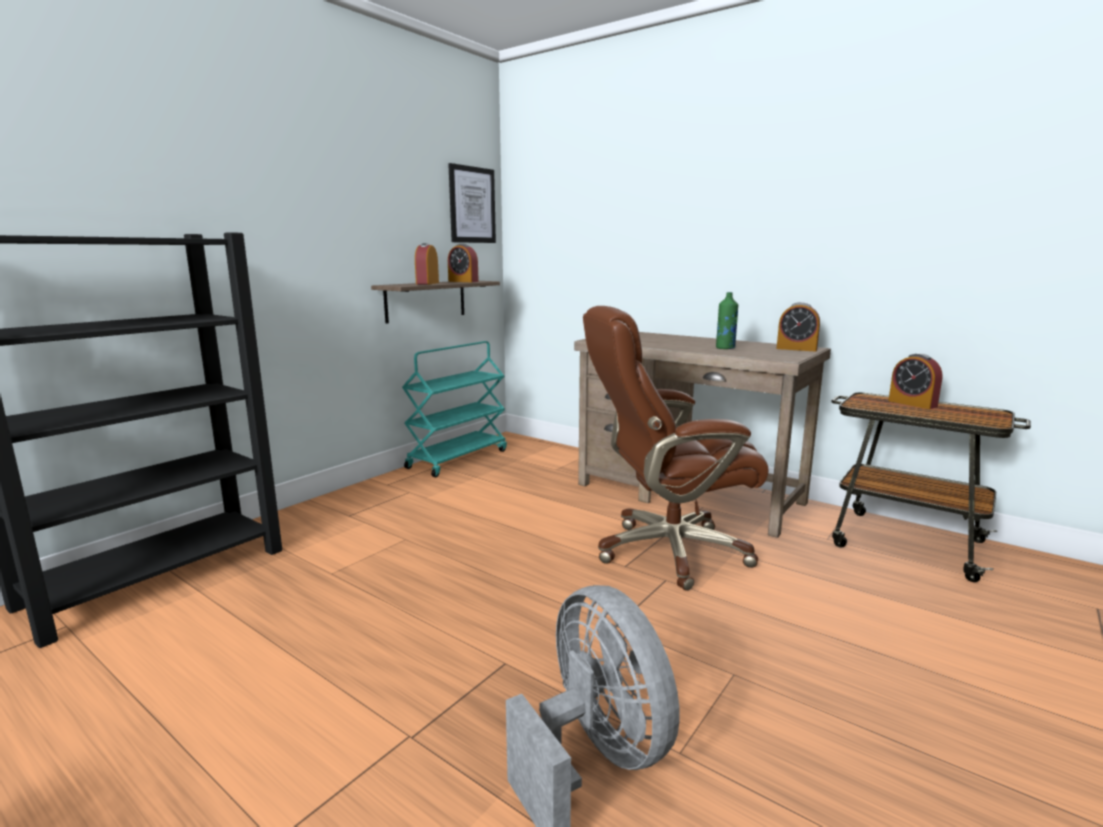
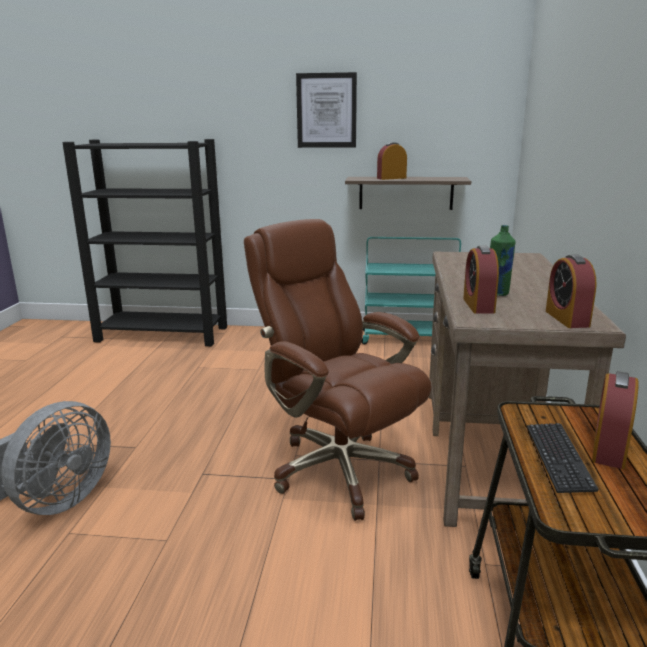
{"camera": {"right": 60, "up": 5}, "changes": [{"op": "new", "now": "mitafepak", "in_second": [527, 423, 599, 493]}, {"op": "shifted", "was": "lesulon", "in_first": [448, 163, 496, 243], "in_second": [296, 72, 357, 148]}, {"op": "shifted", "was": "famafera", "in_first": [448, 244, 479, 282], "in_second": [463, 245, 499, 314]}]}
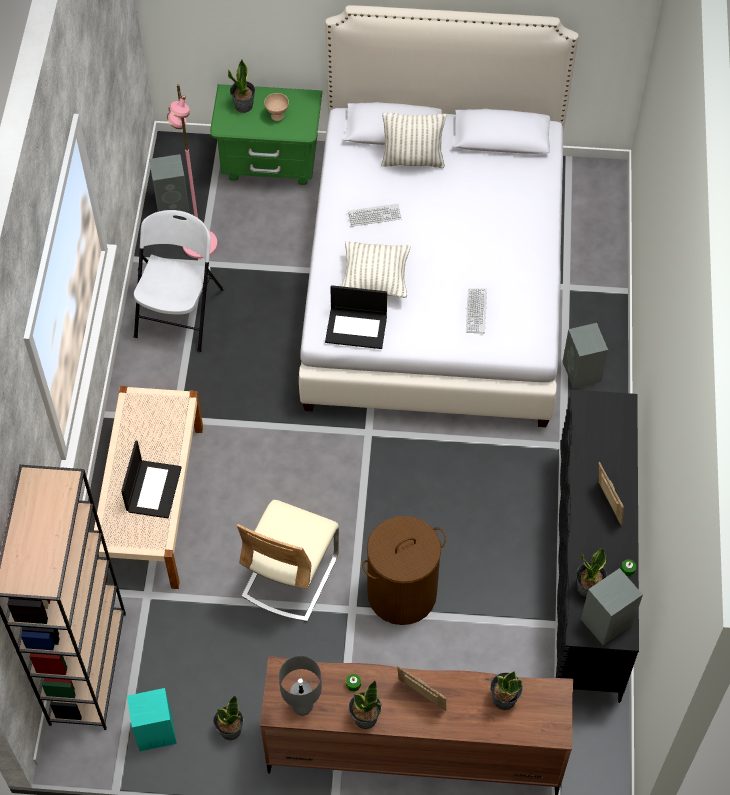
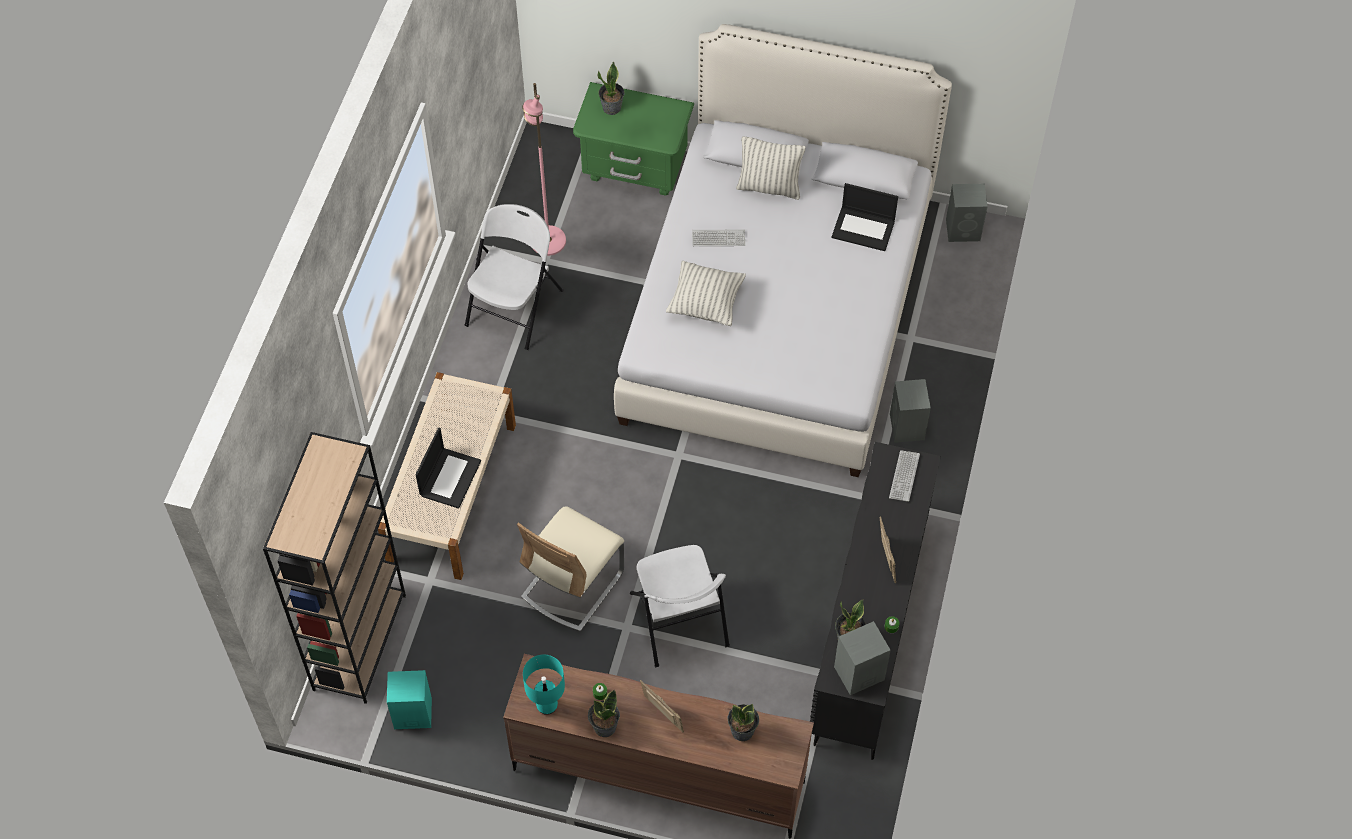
{"camera": {"right": 10, "up": 0}, "changes": [{"op": "gone", "was": "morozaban", "in_first": [213, 695, 244, 740]}, {"op": "gone", "was": "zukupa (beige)", "in_first": [264, 93, 289, 121]}, {"op": "shifted", "was": "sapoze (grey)", "in_first": [149, 154, 189, 212], "in_second": [946, 184, 988, 242]}, {"op": "shifted", "was": "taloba", "in_first": [325, 285, 387, 349], "in_second": [832, 183, 898, 251]}, {"op": "shifted", "was": "mitafepak", "in_first": [466, 289, 487, 333], "in_second": [889, 450, 920, 502]}, {"op": "swapped", "was": "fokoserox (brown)", "now": "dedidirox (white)", "in_first": [362, 516, 446, 625], "in_second": [630, 545, 730, 668]}, {"op": "repainted", "was": "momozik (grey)", "now": "momozik (turquoise)", "in_first": [279, 656, 322, 715], "in_second": [523, 654, 565, 715]}]}
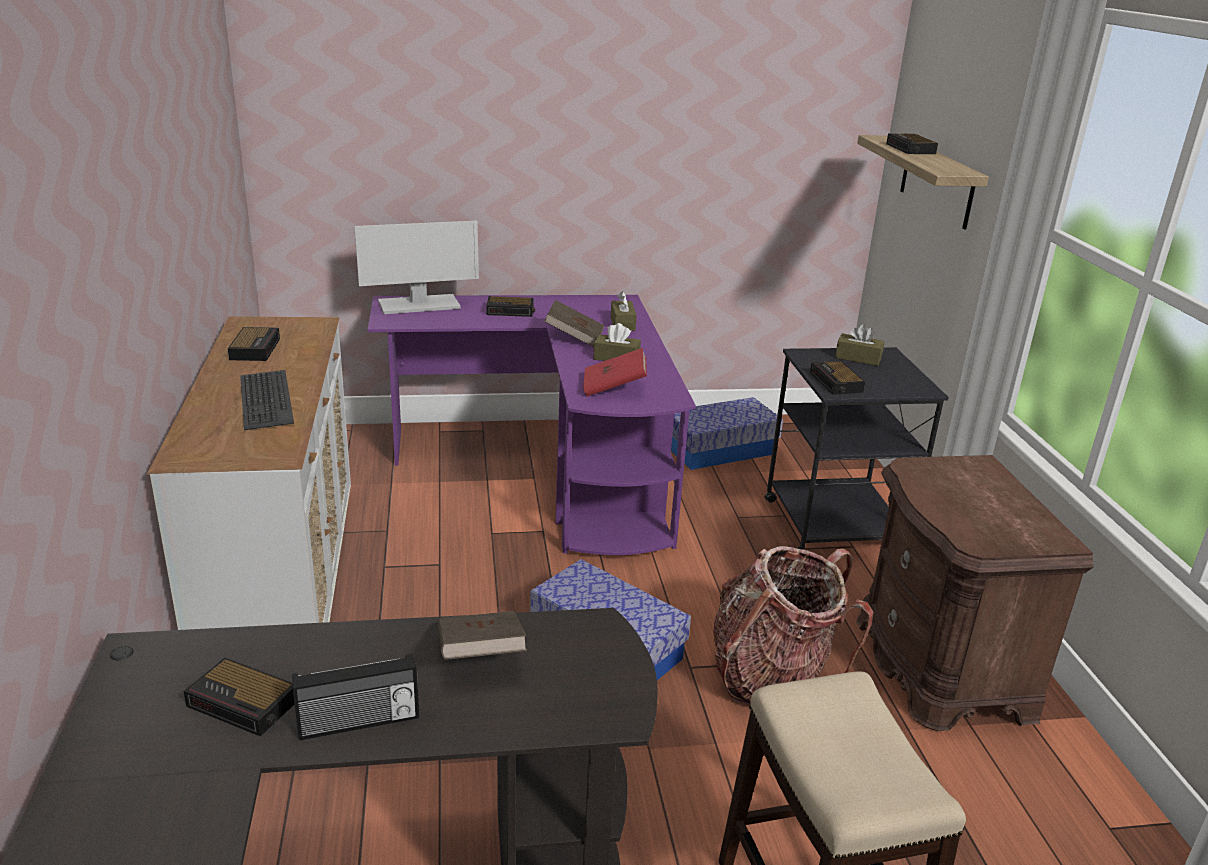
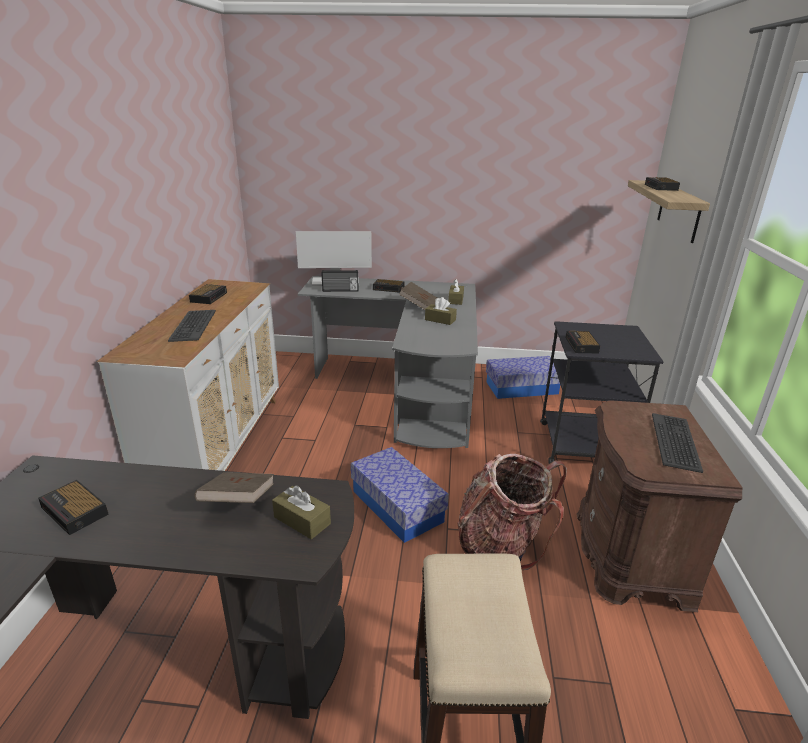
{"camera": {"right": 15, "up": 0}, "changes": [{"op": "gone", "was": "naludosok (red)", "in_first": [583, 348, 647, 396]}, {"op": "new", "now": "mitafepak", "in_second": [652, 413, 703, 473]}, {"op": "shifted", "was": "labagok", "in_first": [292, 653, 419, 741], "in_second": [322, 270, 359, 292]}, {"op": "shifted", "was": "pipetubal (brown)", "in_first": [835, 324, 885, 366], "in_second": [272, 485, 331, 539]}, {"op": "repainted", "was": "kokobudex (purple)", "now": "kokobudex (grey)", "in_first": [368, 295, 696, 555], "in_second": [298, 276, 478, 448]}]}
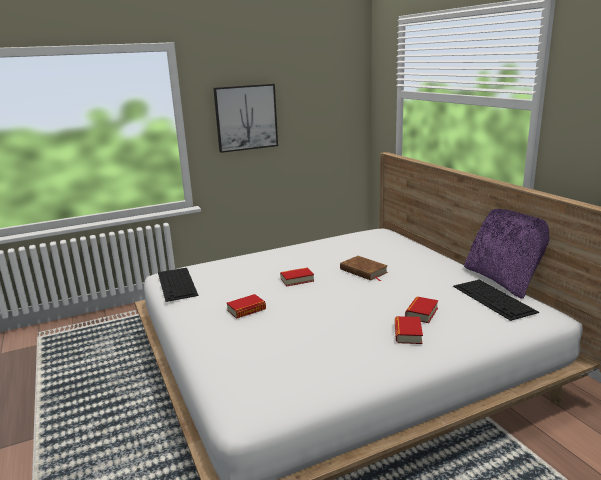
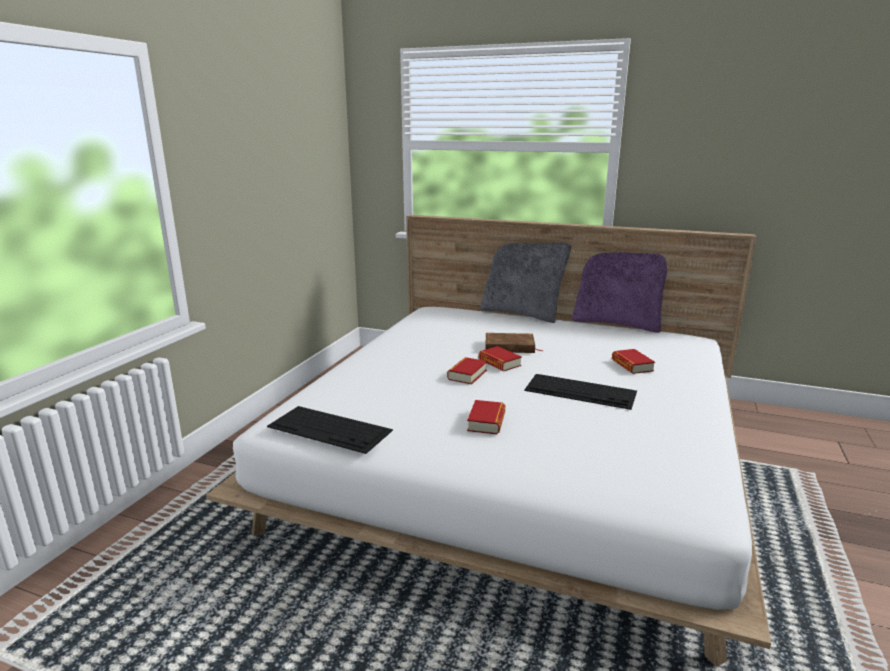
{"camera": {"right": -45, "up": 0}, "changes": [{"op": "gone", "was": "lesulon", "in_first": [213, 84, 278, 153]}, {"op": "new", "now": "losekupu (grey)", "in_second": [480, 242, 572, 323]}, {"op": "shifted", "was": "naludosok", "in_first": [395, 316, 423, 344], "in_second": [479, 346, 522, 371]}, {"op": "shifted", "was": "mitafepak", "in_first": [453, 280, 539, 321], "in_second": [524, 374, 637, 410]}]}
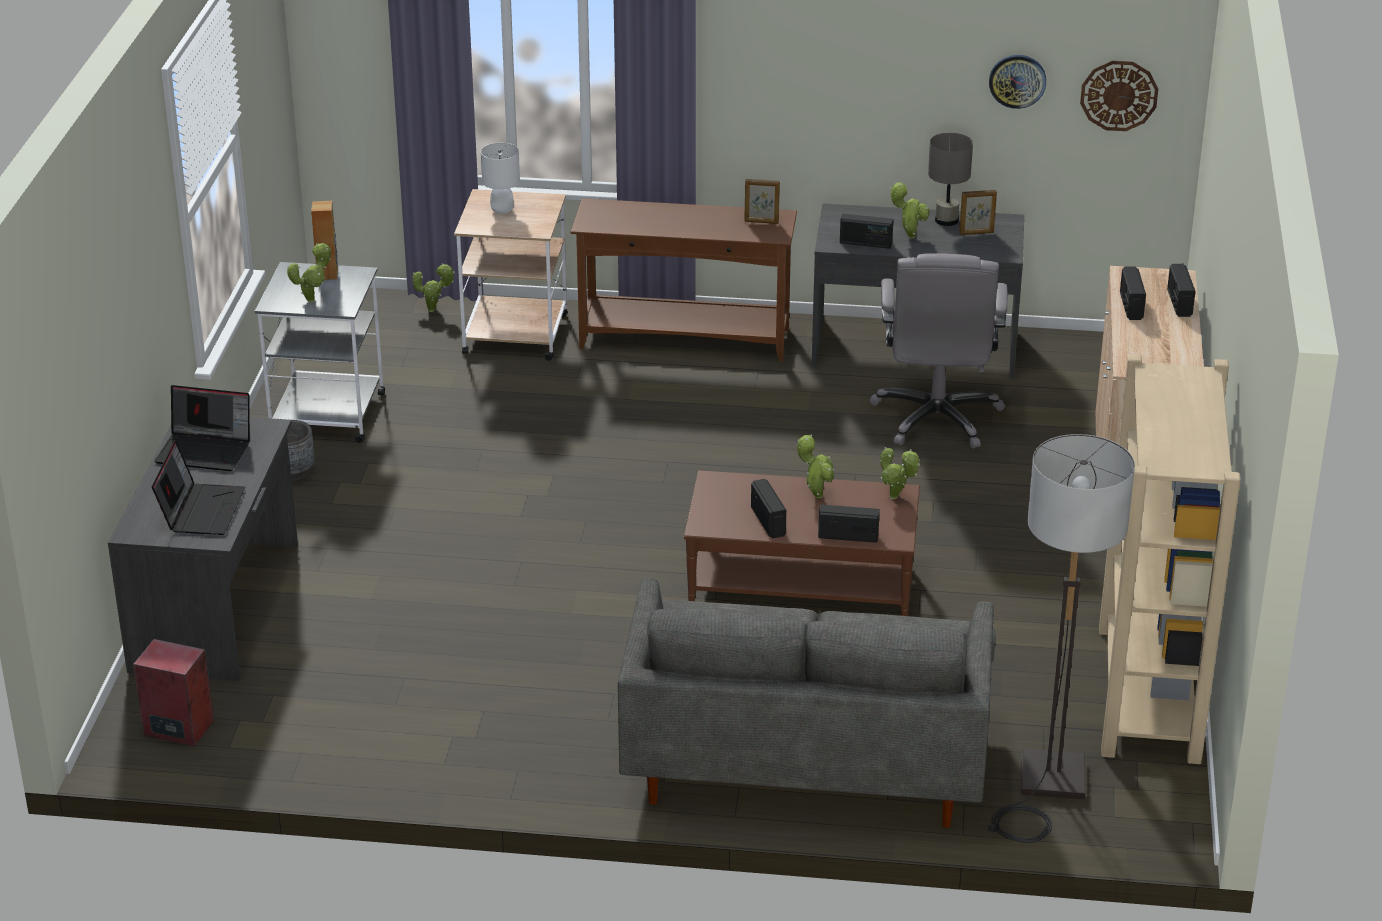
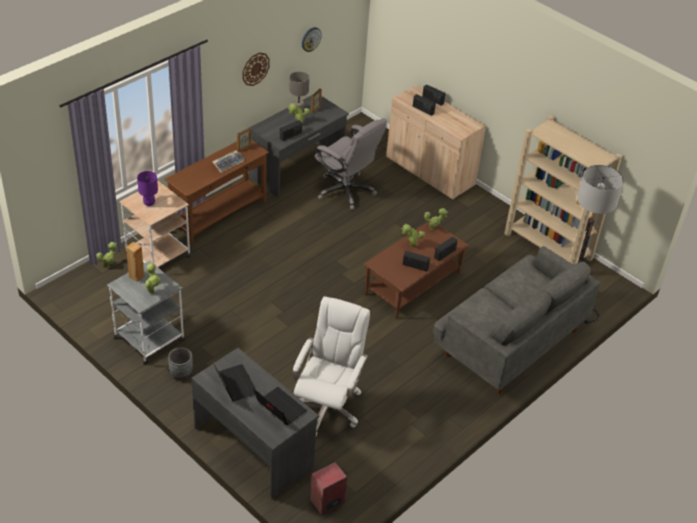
{"camera": {"right": -55, "up": 10}, "changes": [{"op": "new", "now": "mitafepak", "in_second": [212, 150, 244, 173]}, {"op": "new", "now": "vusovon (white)", "in_second": [293, 296, 370, 436]}, {"op": "shifted", "was": "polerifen", "in_first": [1080, 61, 1158, 131], "in_second": [242, 52, 270, 86]}, {"op": "repainted", "was": "momozik (white)", "now": "momozik (purple)", "in_first": [481, 143, 520, 214], "in_second": [137, 171, 158, 206]}, {"op": "rotated", "was": "taloba", "in_first": [154, 385, 250, 471], "in_second": [210, 357, 256, 401], "clockwise": -75}]}
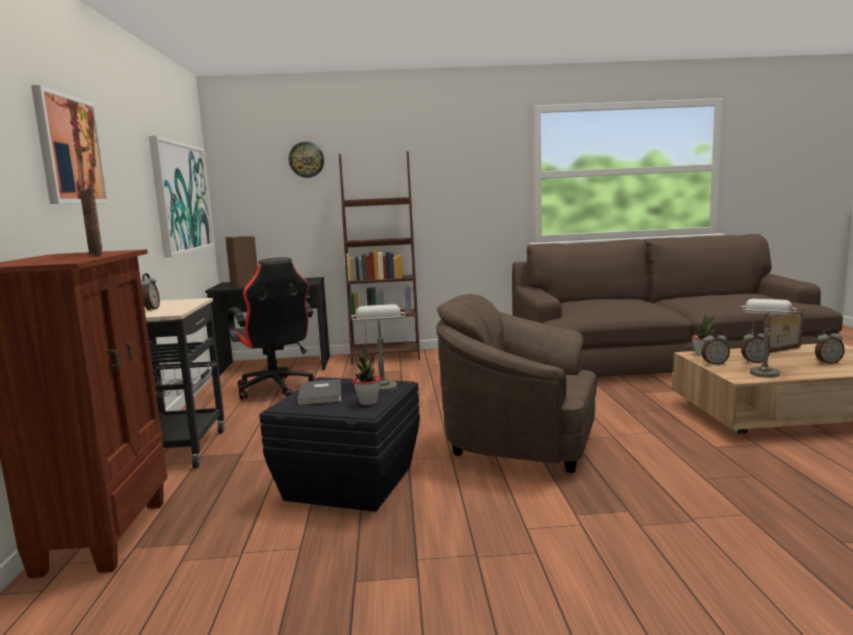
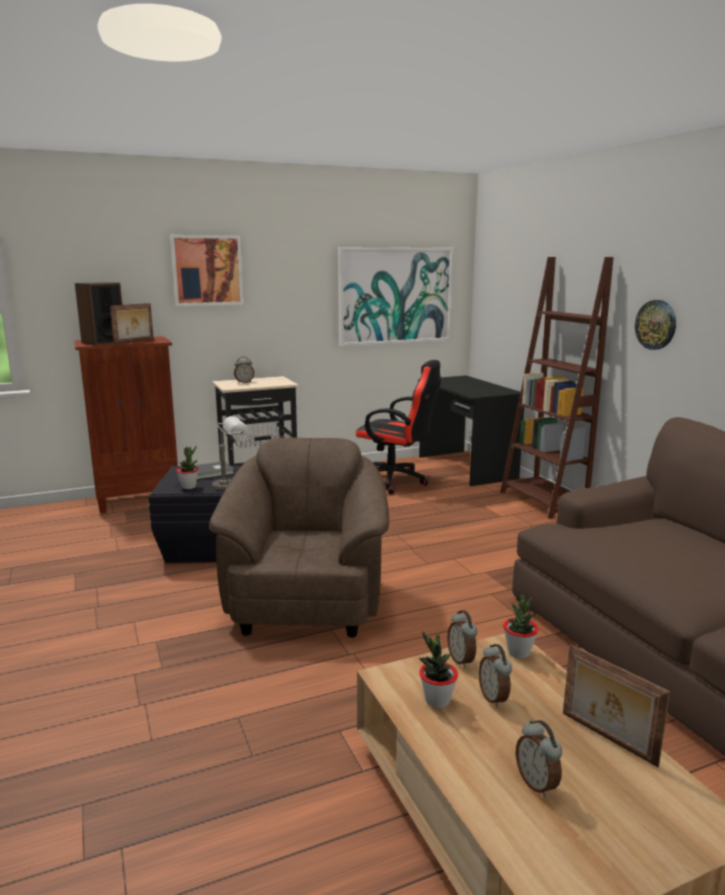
{"camera": {"right": 70, "up": 5}, "changes": [{"op": "shifted", "was": "sapoze", "in_first": [225, 236, 258, 288], "in_second": [75, 282, 122, 345]}, {"op": "shifted", "was": "polerifen", "in_first": [289, 142, 324, 178], "in_second": [635, 300, 676, 350]}, {"op": "swapped", "was": "momozik (grey)", "now": "morozaban", "in_first": [741, 299, 797, 378], "in_second": [419, 632, 458, 708]}, {"op": "rotated", "was": "vusovon (black)", "in_first": [227, 257, 316, 400], "in_second": [356, 360, 441, 494], "clockwise": -105}]}
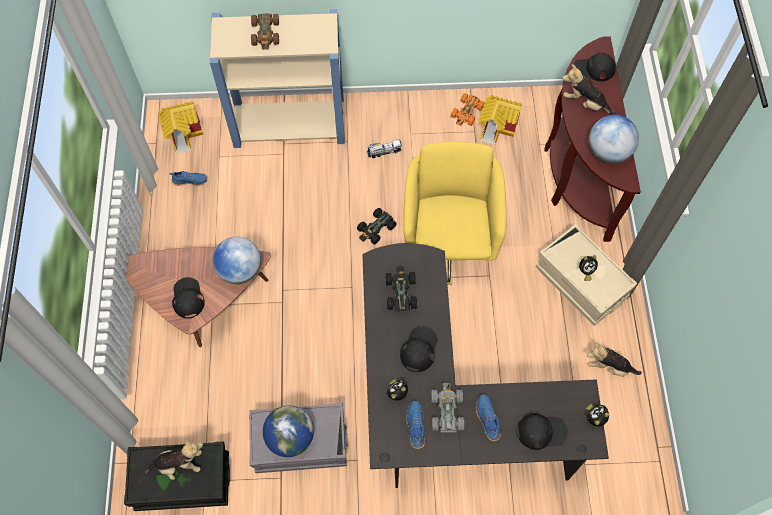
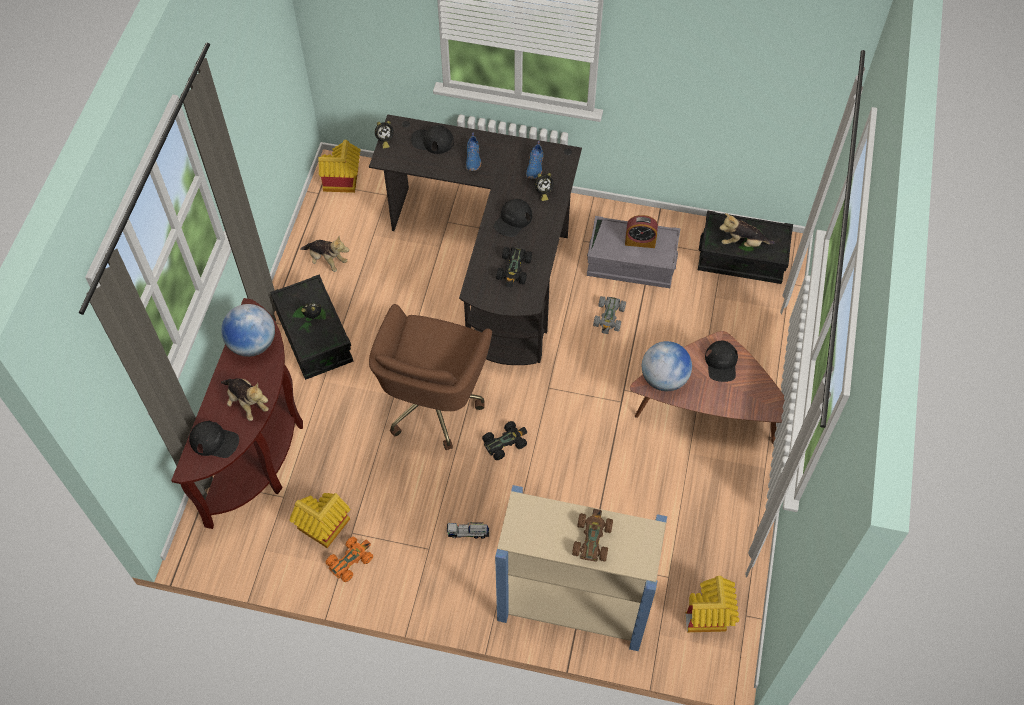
{"camera": {"right": -165, "up": -5}, "changes": [{"op": "gone", "was": "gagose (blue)", "in_first": [170, 171, 207, 186]}, {"op": "new", "now": "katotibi", "in_second": [318, 140, 361, 193]}, {"op": "shifted", "was": "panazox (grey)", "in_first": [431, 383, 464, 432], "in_second": [593, 296, 626, 334]}, {"op": "swapped", "was": "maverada", "now": "famafera", "in_first": [263, 405, 314, 457], "in_second": [625, 215, 658, 248]}, {"op": "repainted", "was": "vusovon (yellow)", "now": "vusovon (brown)", "in_first": [403, 142, 507, 285], "in_second": [369, 304, 492, 450]}, {"op": "repainted", "was": "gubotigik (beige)", "now": "gubotigik (black)", "in_first": [536, 224, 637, 326], "in_second": [270, 275, 353, 380]}]}
